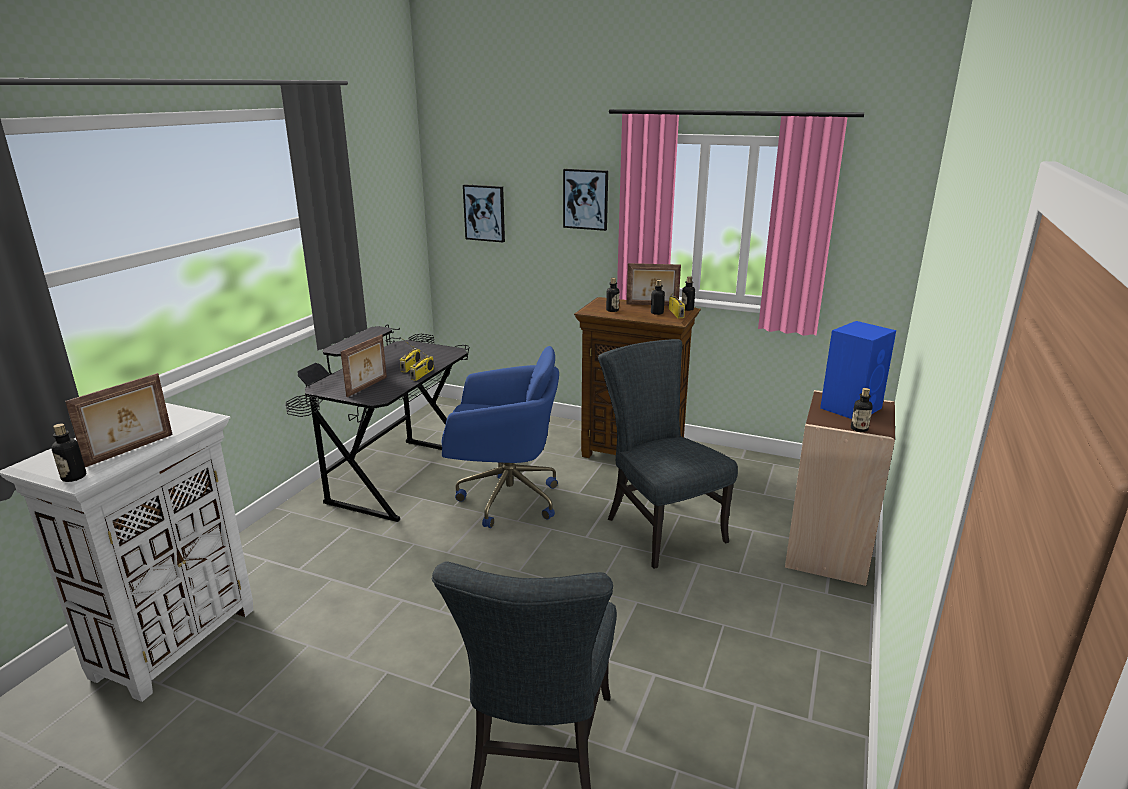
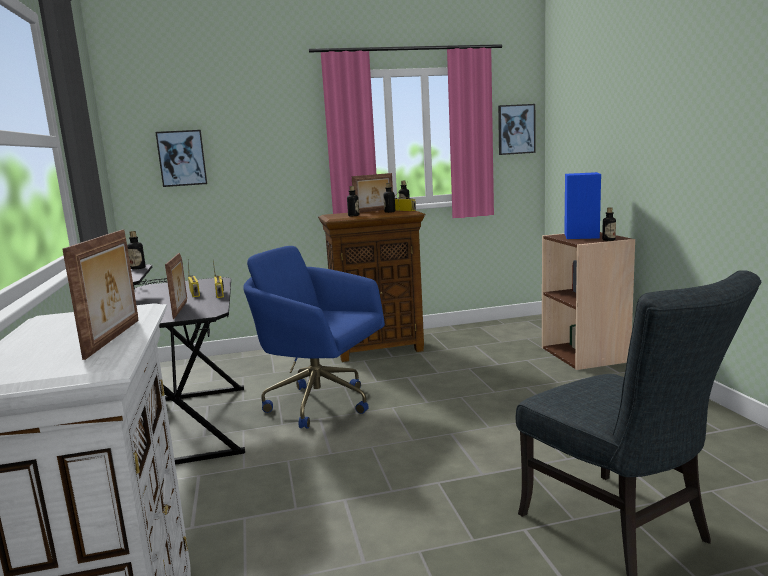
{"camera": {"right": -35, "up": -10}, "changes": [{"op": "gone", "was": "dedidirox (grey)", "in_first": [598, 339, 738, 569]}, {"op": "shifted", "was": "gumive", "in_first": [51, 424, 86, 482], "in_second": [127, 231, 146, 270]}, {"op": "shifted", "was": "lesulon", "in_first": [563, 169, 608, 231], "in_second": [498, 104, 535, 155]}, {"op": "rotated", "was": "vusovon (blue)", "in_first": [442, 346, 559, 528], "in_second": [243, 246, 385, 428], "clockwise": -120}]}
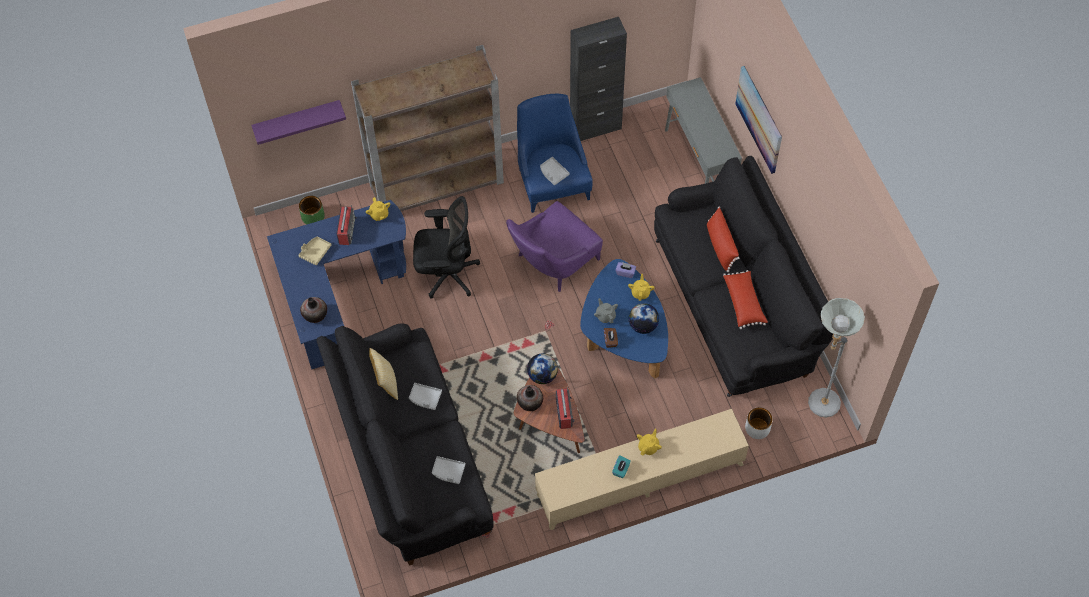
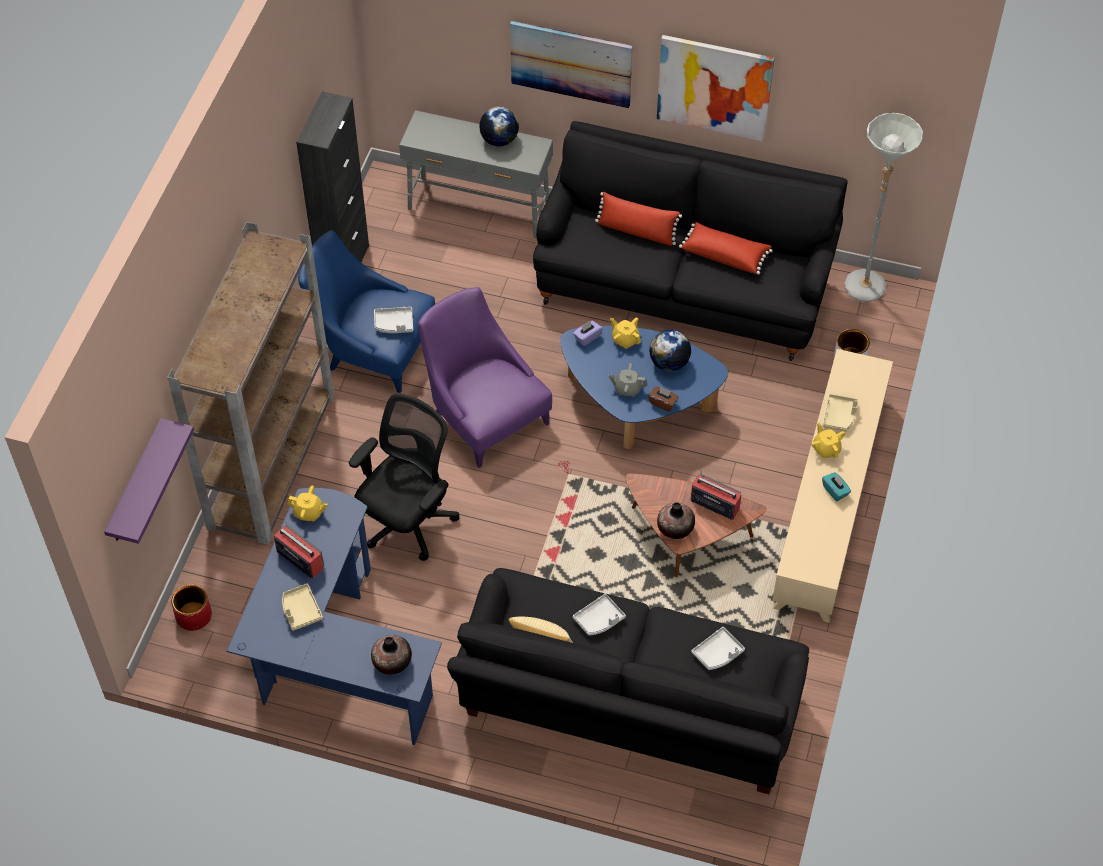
{"camera": {"right": -55, "up": -5}, "changes": [{"op": "new", "now": "lesulon", "in_second": [657, 35, 775, 141]}, {"op": "new", "now": "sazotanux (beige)", "in_second": [822, 394, 858, 432]}, {"op": "shifted", "was": "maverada", "in_first": [527, 353, 558, 384], "in_second": [479, 107, 519, 147]}, {"op": "repainted", "was": "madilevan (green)", "now": "madilevan (red)", "in_first": [299, 196, 325, 224], "in_second": [171, 584, 212, 631]}, {"op": "rotated", "was": "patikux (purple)", "in_first": [506, 201, 603, 292], "in_second": [418, 287, 552, 468], "clockwise": 150}]}
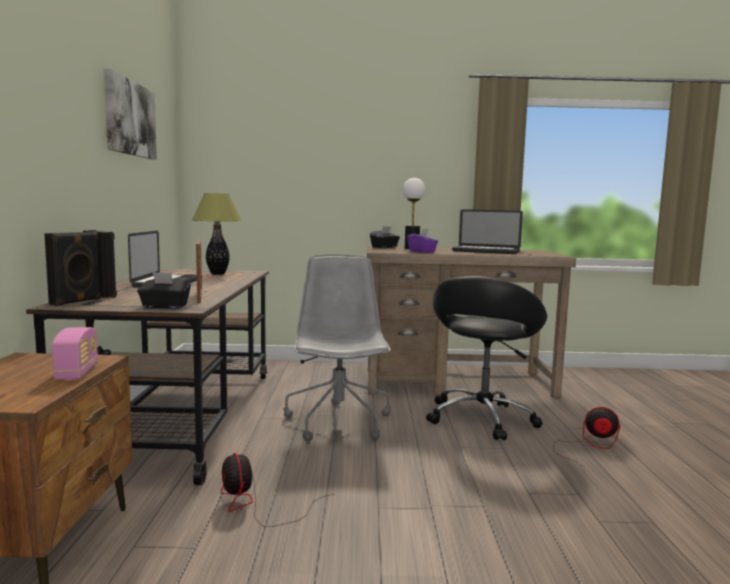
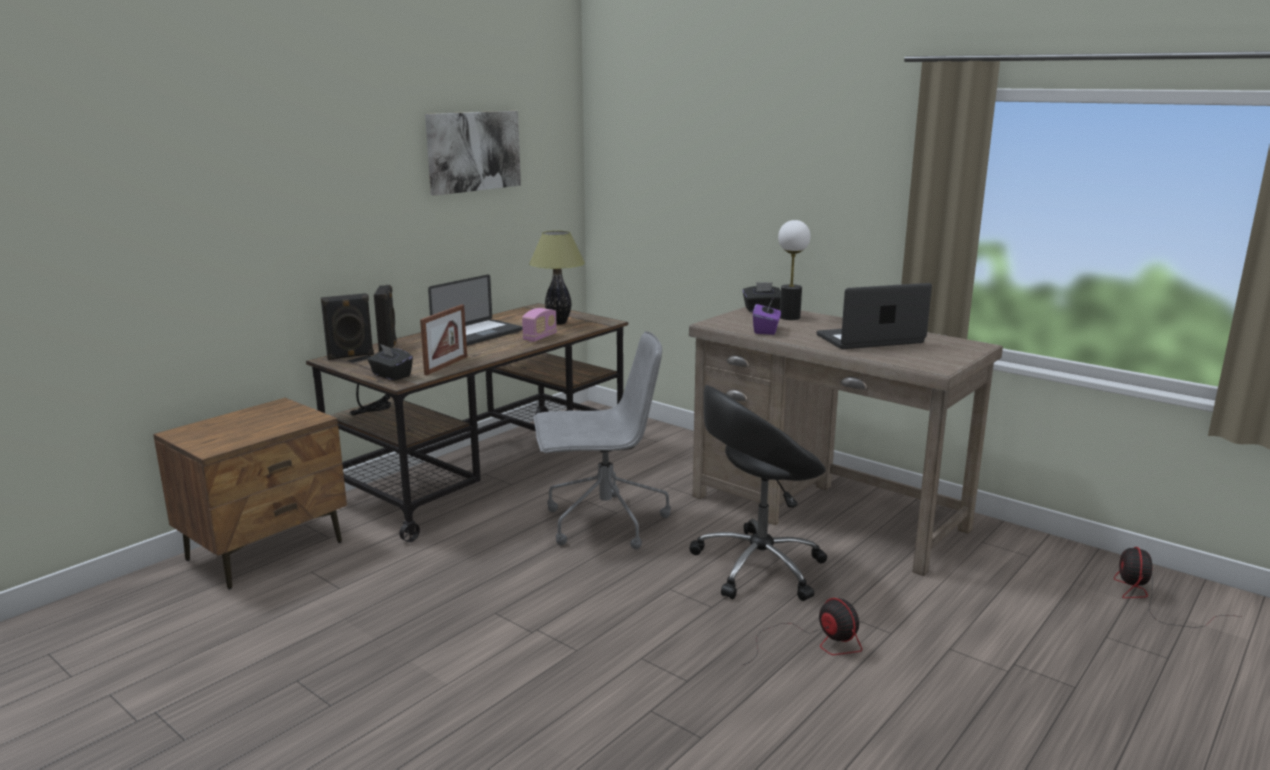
{"camera": {"right": 40, "up": 10}, "changes": [{"op": "shifted", "was": "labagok", "in_first": [52, 327, 98, 380], "in_second": [522, 308, 557, 342]}, {"op": "shifted", "was": "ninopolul", "in_first": [221, 453, 334, 527], "in_second": [1114, 547, 1242, 628]}, {"op": "rotated", "was": "vusovon (grey)", "in_first": [283, 255, 391, 442], "in_second": [534, 331, 671, 549], "clockwise": 45}, {"op": "rotated", "was": "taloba", "in_first": [452, 209, 523, 254], "in_second": [817, 283, 932, 349], "clockwise": 105}]}
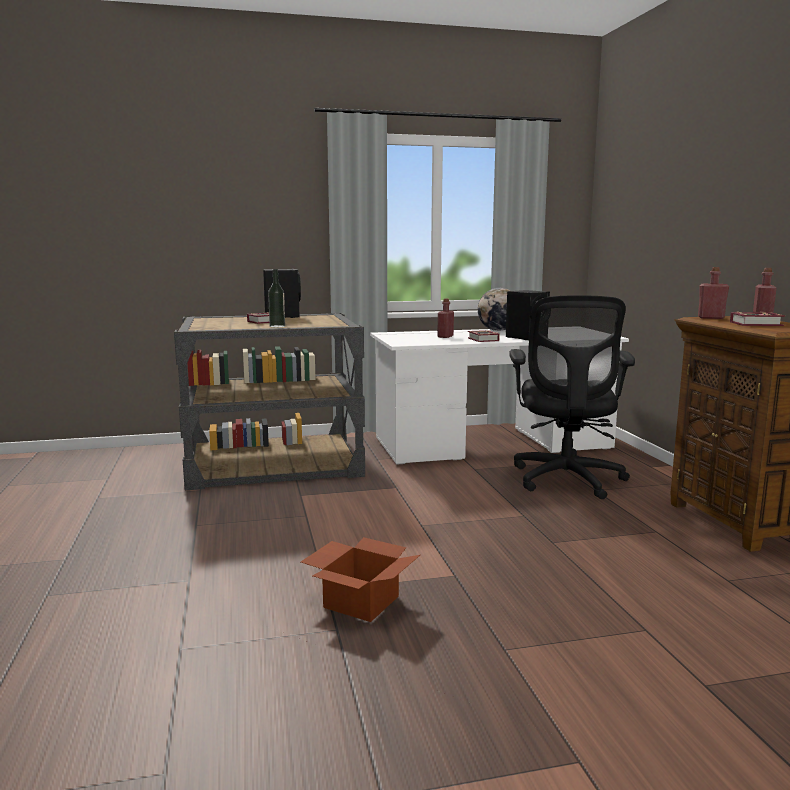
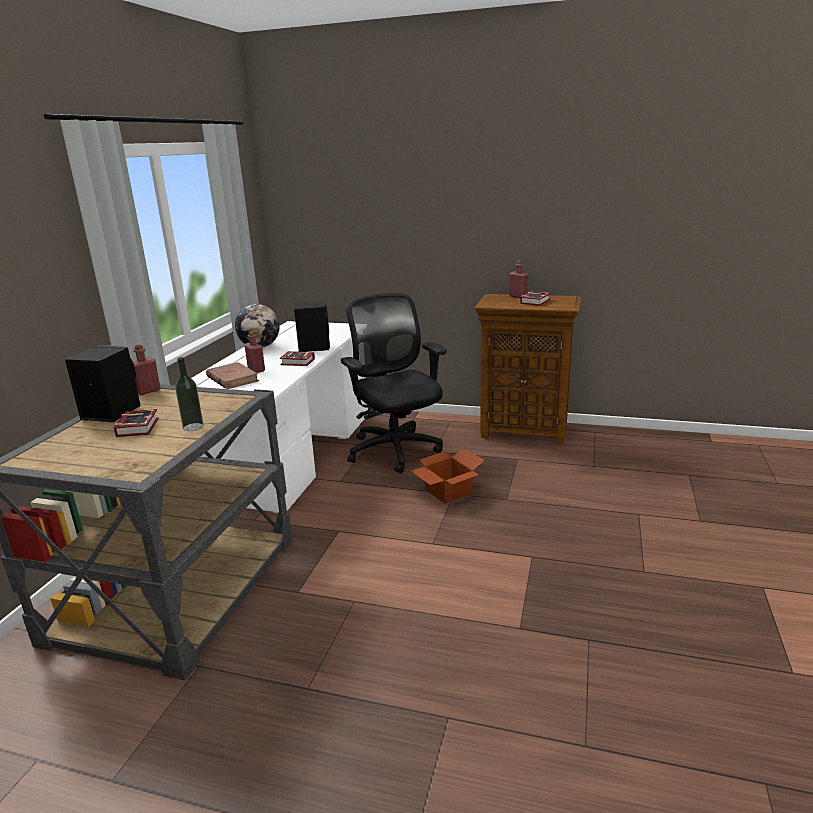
{"camera": {"right": -60, "up": 10}, "changes": [{"op": "new", "now": "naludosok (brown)", "in_second": [206, 362, 259, 389]}, {"op": "shifted", "was": "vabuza", "in_first": [301, 537, 420, 622], "in_second": [411, 448, 485, 504]}, {"op": "shifted", "was": "gumive (red)", "in_first": [698, 267, 729, 319], "in_second": [133, 344, 161, 395]}, {"op": "rotated", "was": "vusovon (black)", "in_first": [509, 295, 635, 499], "in_second": [341, 293, 447, 473], "clockwise": -150}]}
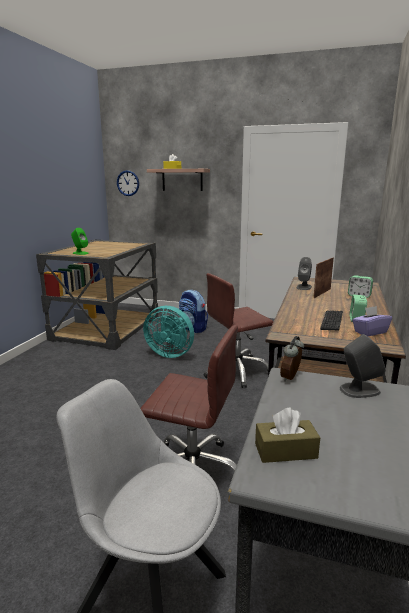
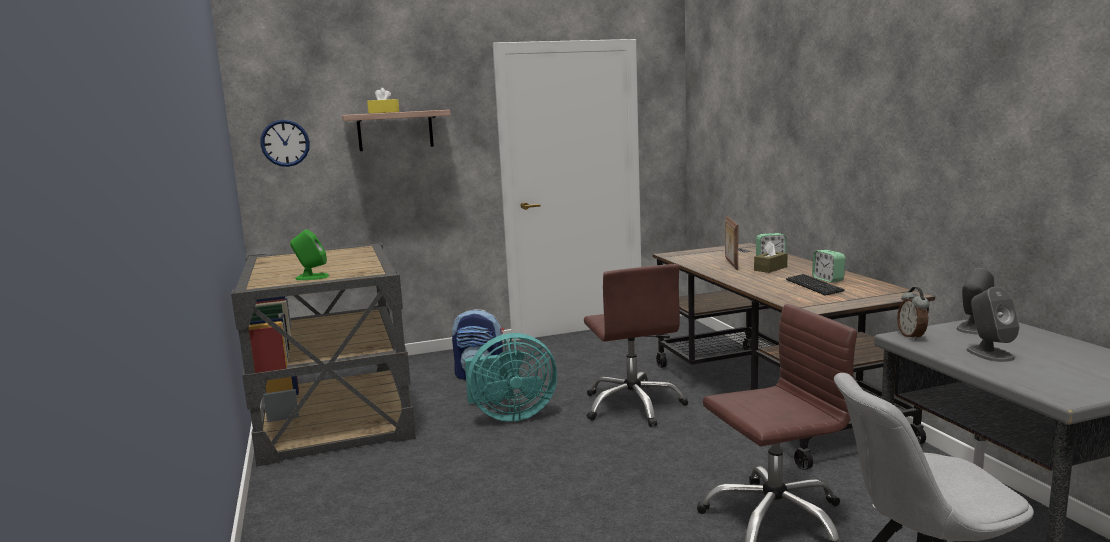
{"camera": {"right": -35, "up": -5}, "changes": [{"op": "gone", "was": "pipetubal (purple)", "in_first": [352, 306, 392, 336]}, {"op": "shifted", "was": "pipetubal (brown)", "in_first": [255, 408, 320, 463], "in_second": [754, 241, 788, 273]}, {"op": "shifted", "was": "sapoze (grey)", "in_first": [297, 257, 312, 290], "in_second": [967, 287, 1020, 362]}, {"op": "rotated", "was": "vusovon (brown)", "in_first": [203, 273, 273, 388], "in_second": [584, 264, 688, 427], "clockwise": -45}]}
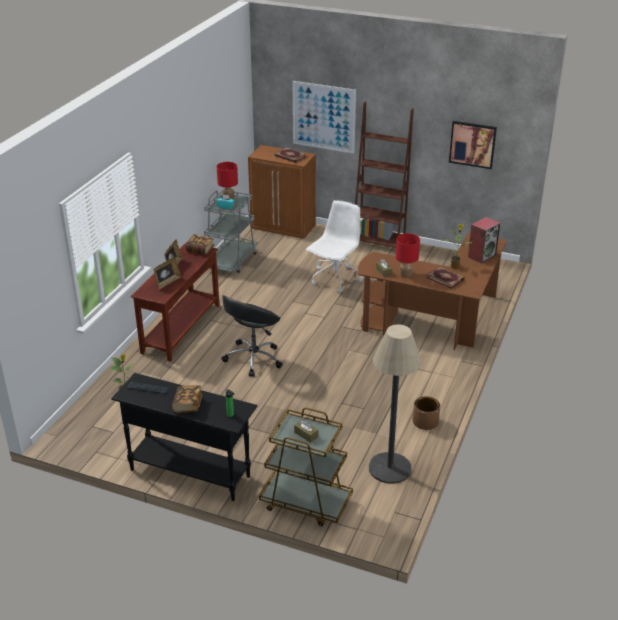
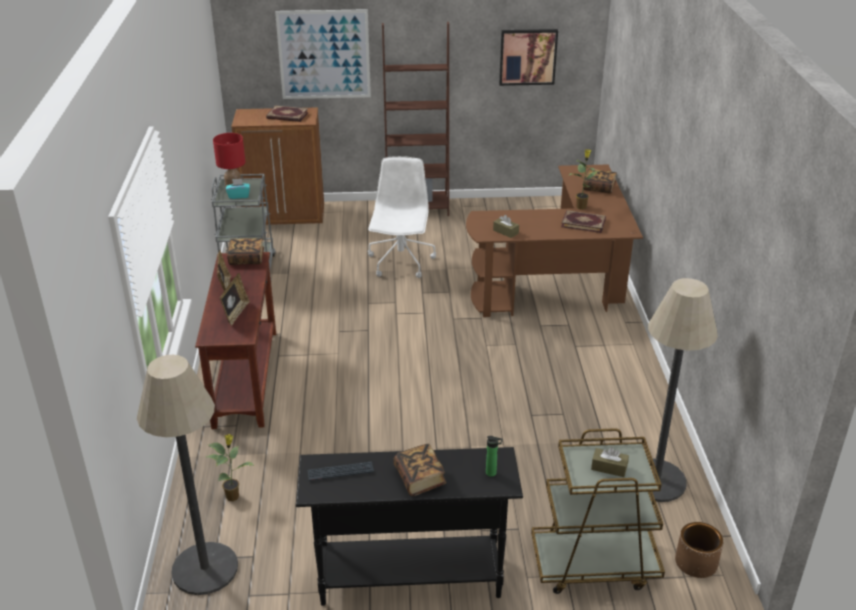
{"camera": {"right": -25, "up": 0}, "changes": [{"op": "gone", "was": "vusovon (black)", "in_first": [222, 295, 283, 377]}, {"op": "gone", "was": "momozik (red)", "in_first": [396, 233, 420, 277]}, {"op": "new", "now": "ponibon", "in_second": [137, 355, 238, 595]}, {"op": "shifted", "was": "madilevan (brown)", "in_first": [413, 396, 440, 430], "in_second": [675, 522, 724, 578]}, {"op": "swapped", "was": "sapoze", "now": "naludosok", "in_first": [468, 217, 500, 264], "in_second": [583, 168, 617, 194]}]}
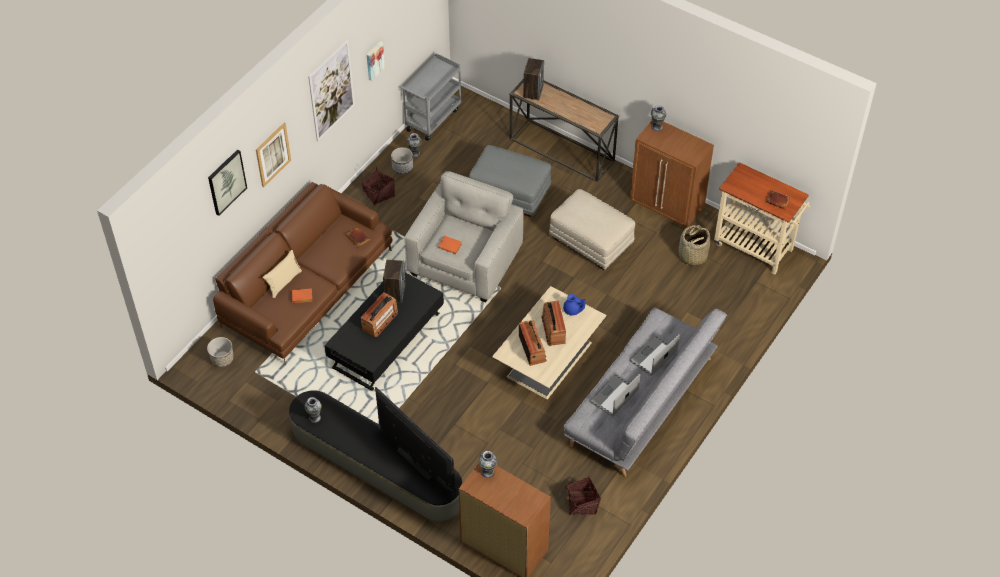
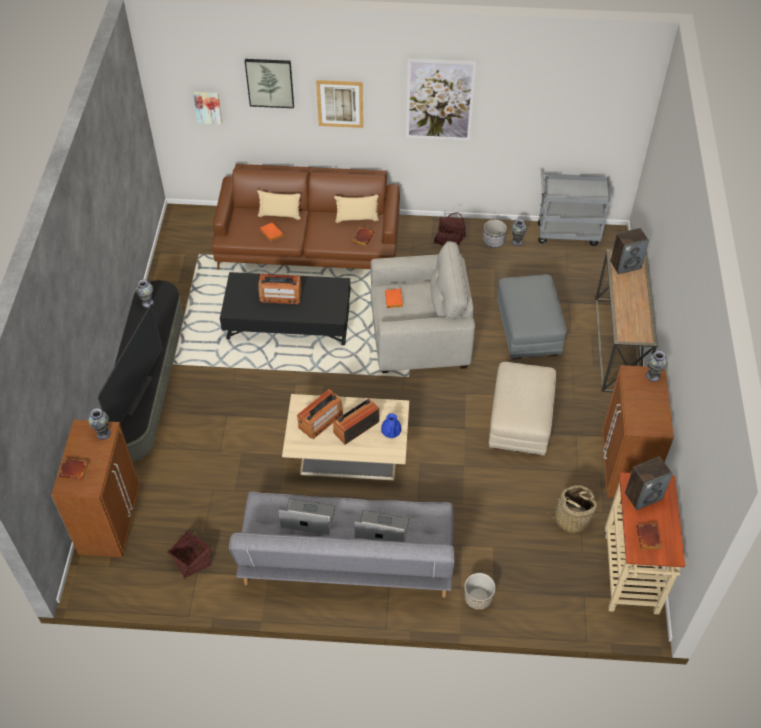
{"camera": {"right": 60, "up": 0}, "changes": [{"op": "new", "now": "naludosok (brown)", "in_second": [58, 459, 89, 480]}, {"op": "new", "now": "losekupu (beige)", "in_second": [334, 195, 379, 223]}, {"op": "shifted", "was": "madilevan", "in_first": [207, 337, 234, 367], "in_second": [465, 573, 496, 610]}, {"op": "shifted", "was": "lesulon", "in_first": [367, 41, 385, 81], "in_second": [193, 92, 222, 125]}, {"op": "shifted", "was": "sapoze", "in_first": [383, 260, 406, 303], "in_second": [625, 456, 673, 510]}]}
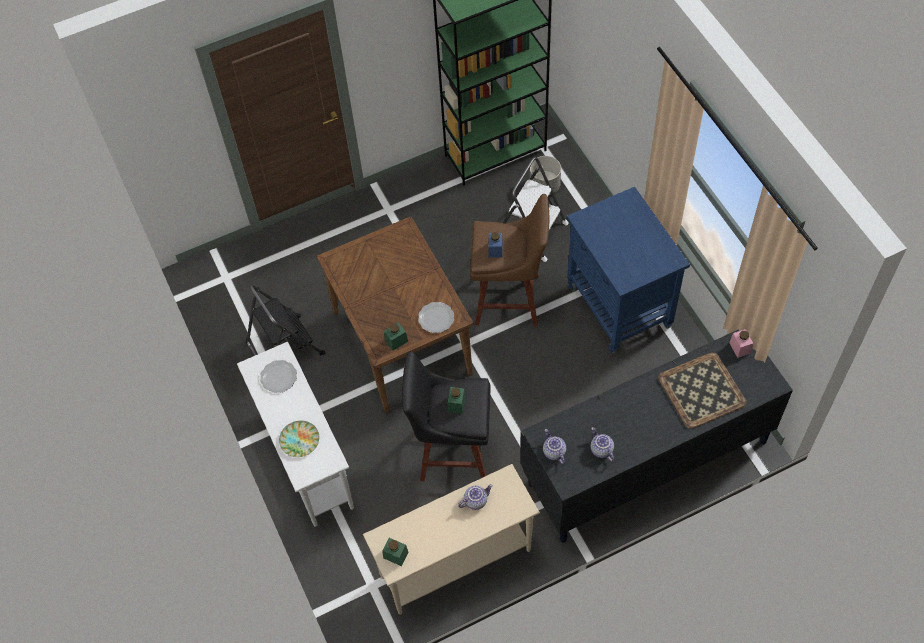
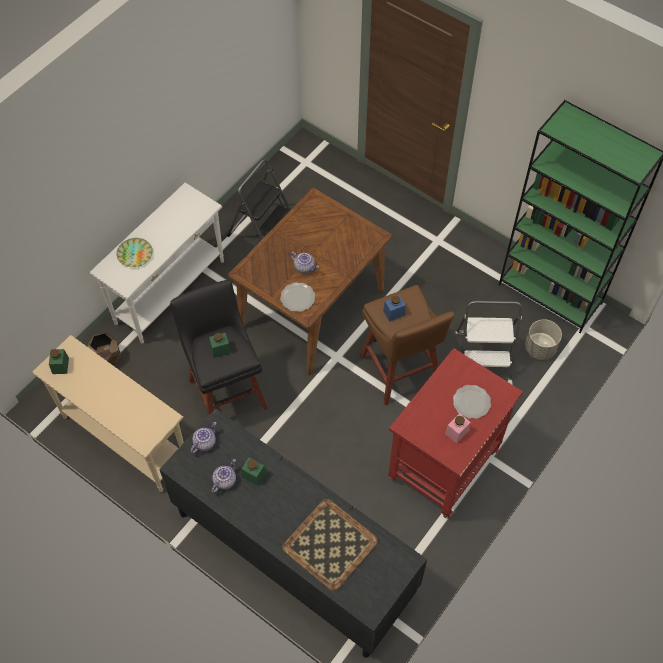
{"camera": {"right": 60, "up": 0}, "changes": [{"op": "new", "now": "madilevan (brown)", "in_second": [87, 332, 121, 366]}, {"op": "shifted", "was": "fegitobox", "in_first": [260, 360, 297, 393], "in_second": [453, 385, 491, 419]}, {"op": "shifted", "was": "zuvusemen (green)", "in_first": [384, 322, 408, 351], "in_second": [241, 457, 266, 486]}, {"op": "shifted", "was": "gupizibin", "in_first": [458, 484, 493, 510], "in_second": [290, 252, 319, 274]}, {"op": "shifted", "was": "zuvusemen (pink)", "in_first": [729, 329, 753, 358], "in_second": [445, 413, 471, 444]}, {"op": "repainted", "was": "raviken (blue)", "now": "raviken (red)", "in_first": [567, 187, 690, 354], "in_second": [388, 348, 523, 519]}]}
